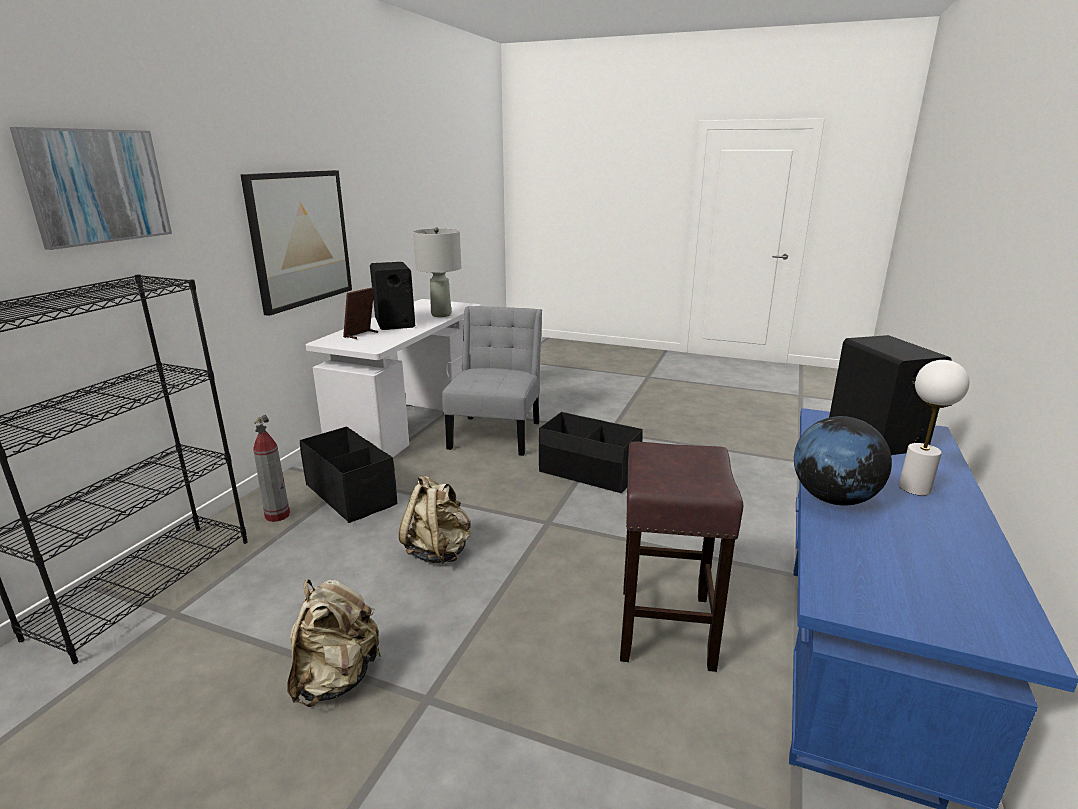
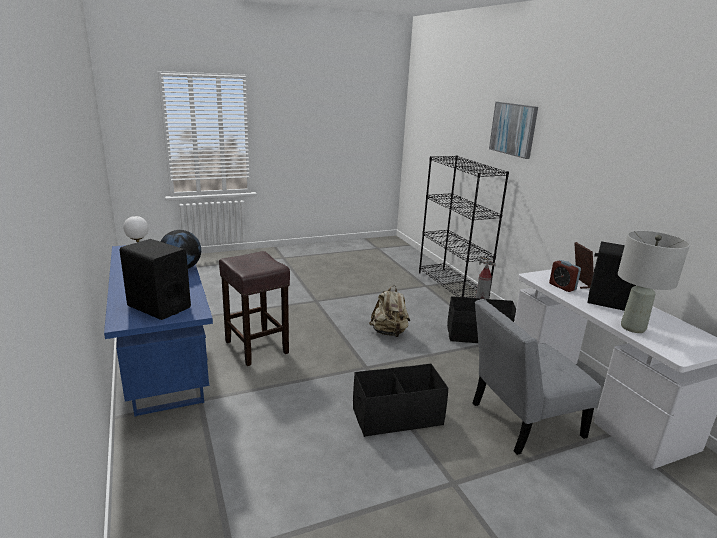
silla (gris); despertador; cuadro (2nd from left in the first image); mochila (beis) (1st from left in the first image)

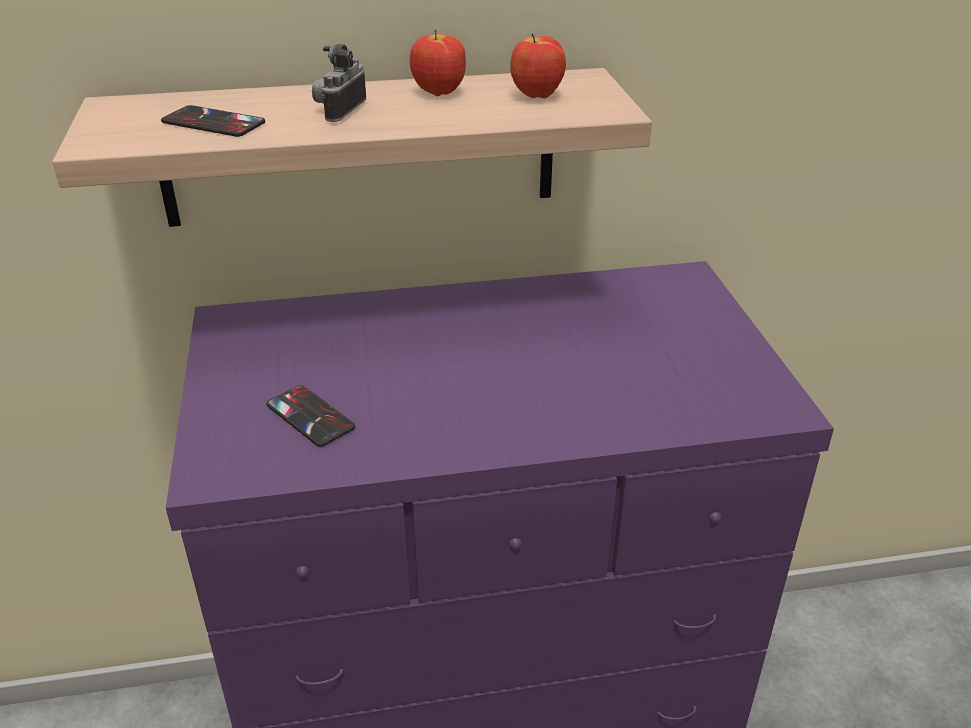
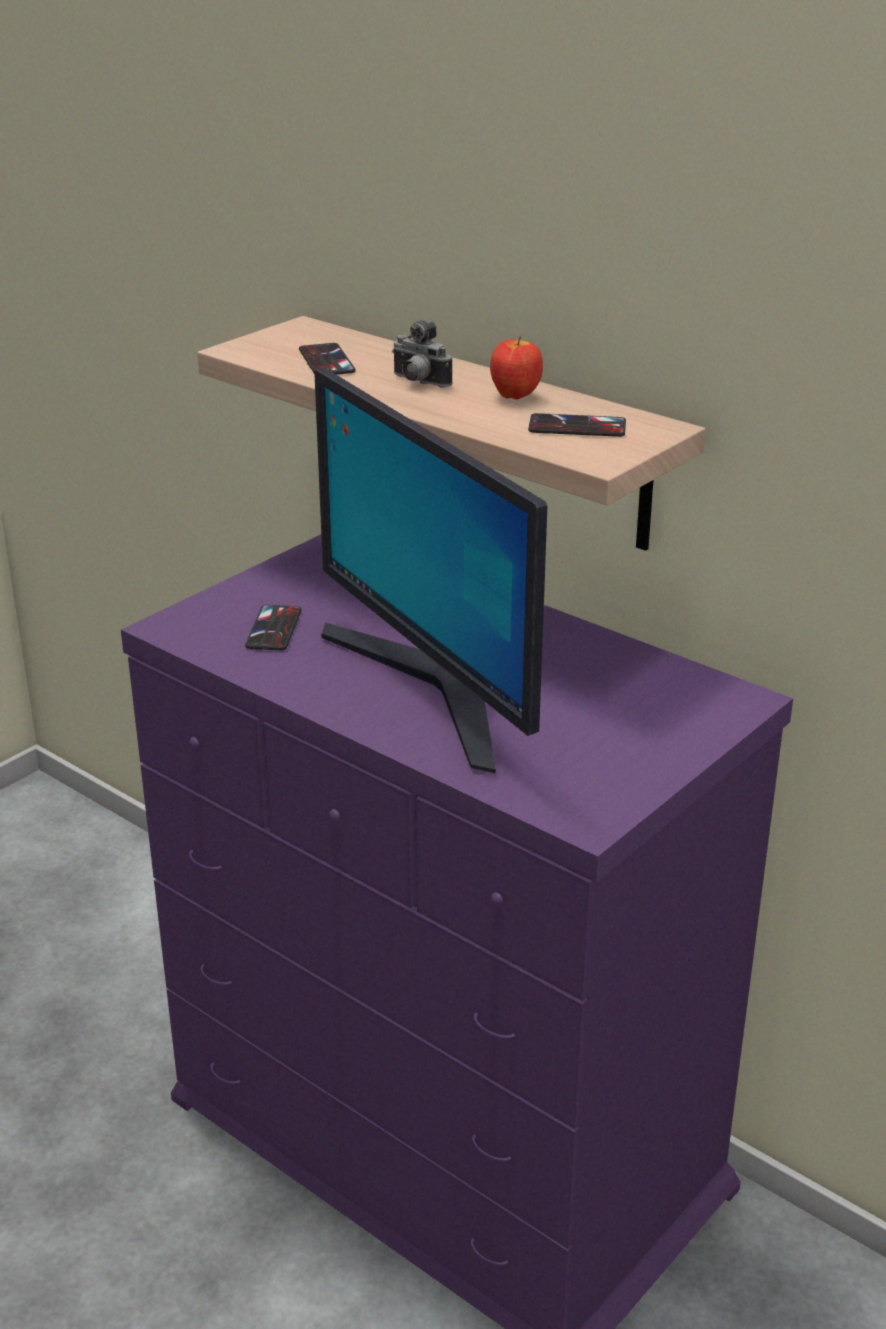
monitor; cámara; móvil (3rd from left)

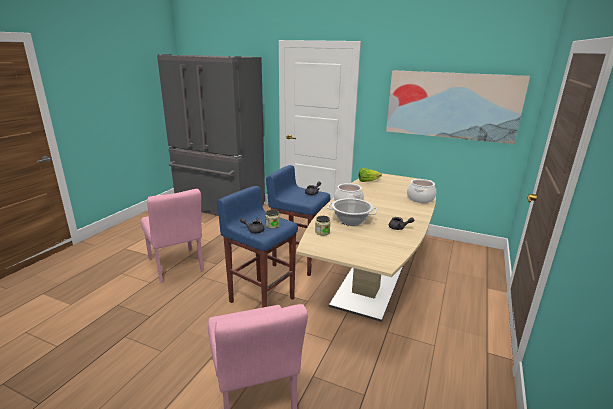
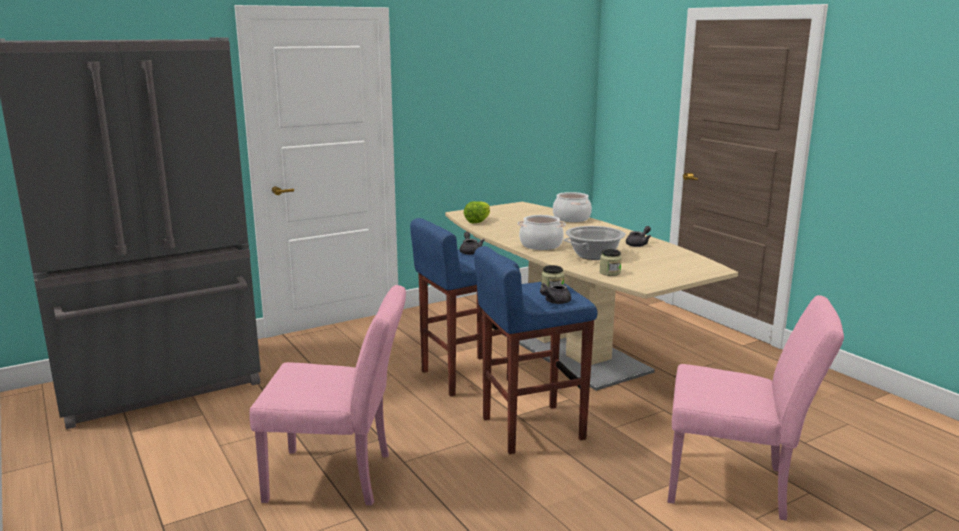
cuadro

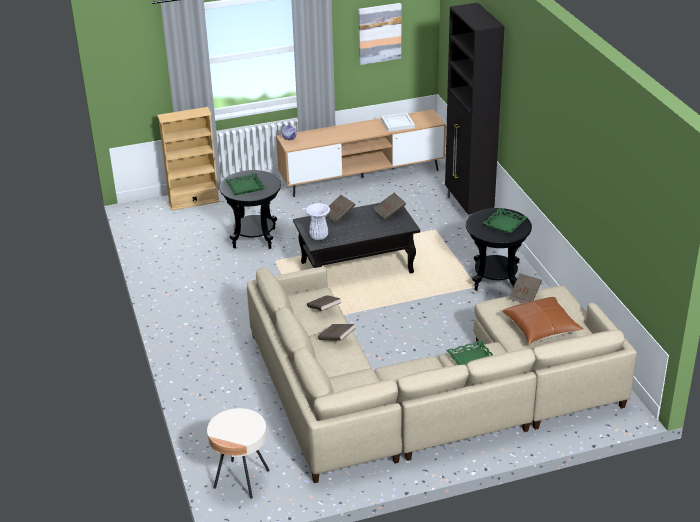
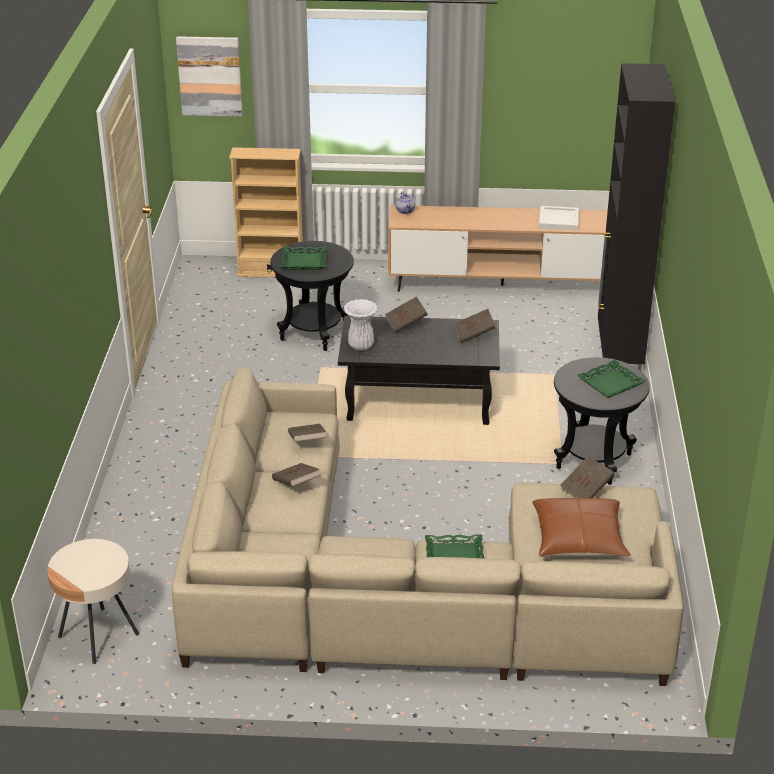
cuadro

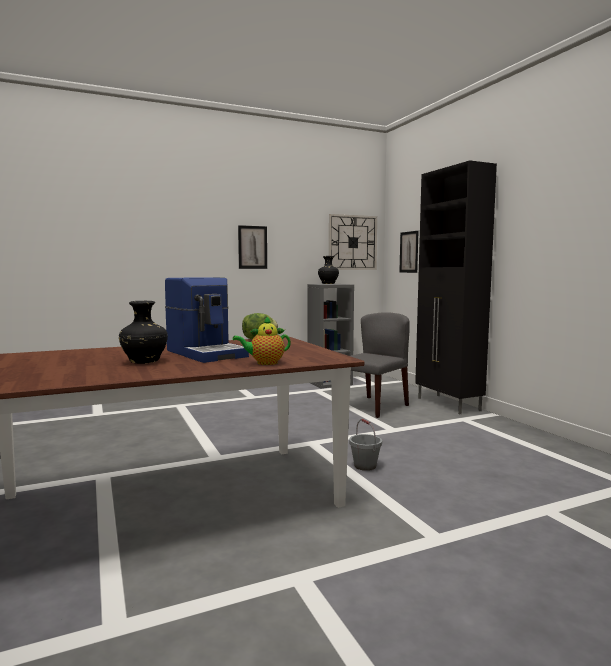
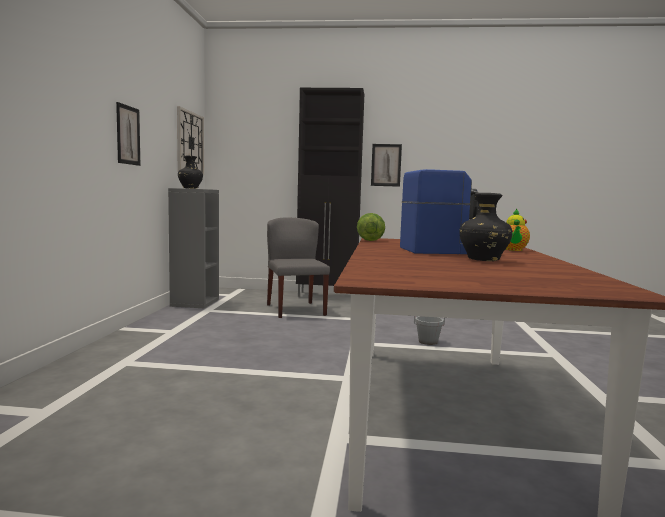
cuadro (2nd from left)

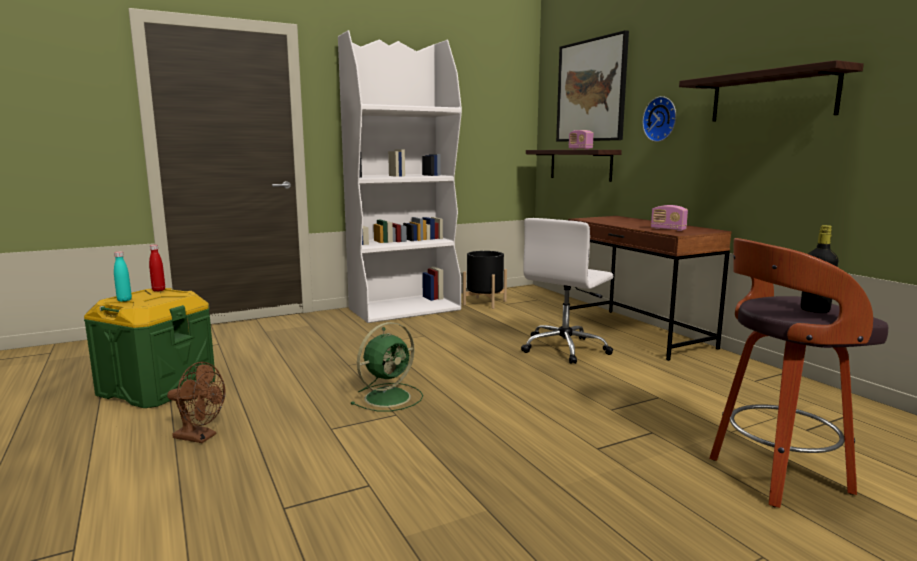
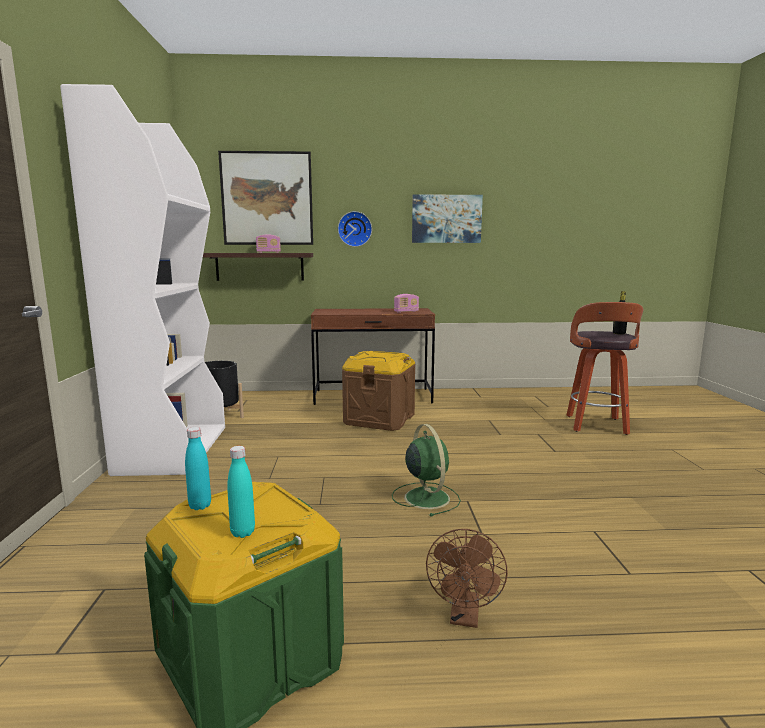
botella (turquesa) (1st from left); caja de almacenaje (marrón); cuadro (2nd from left); ventilador (marrón)

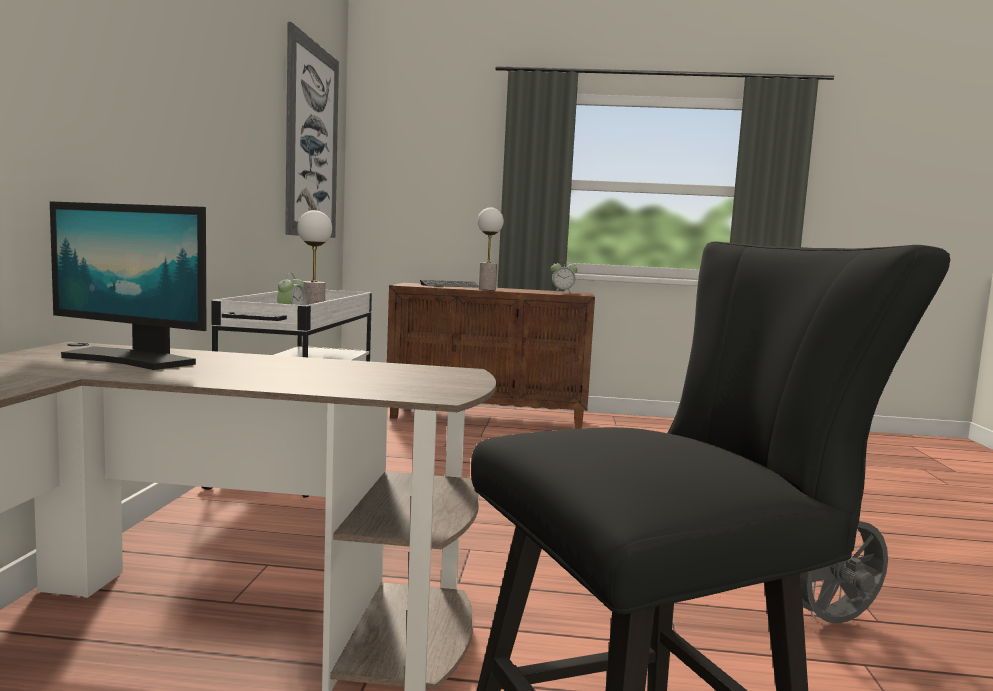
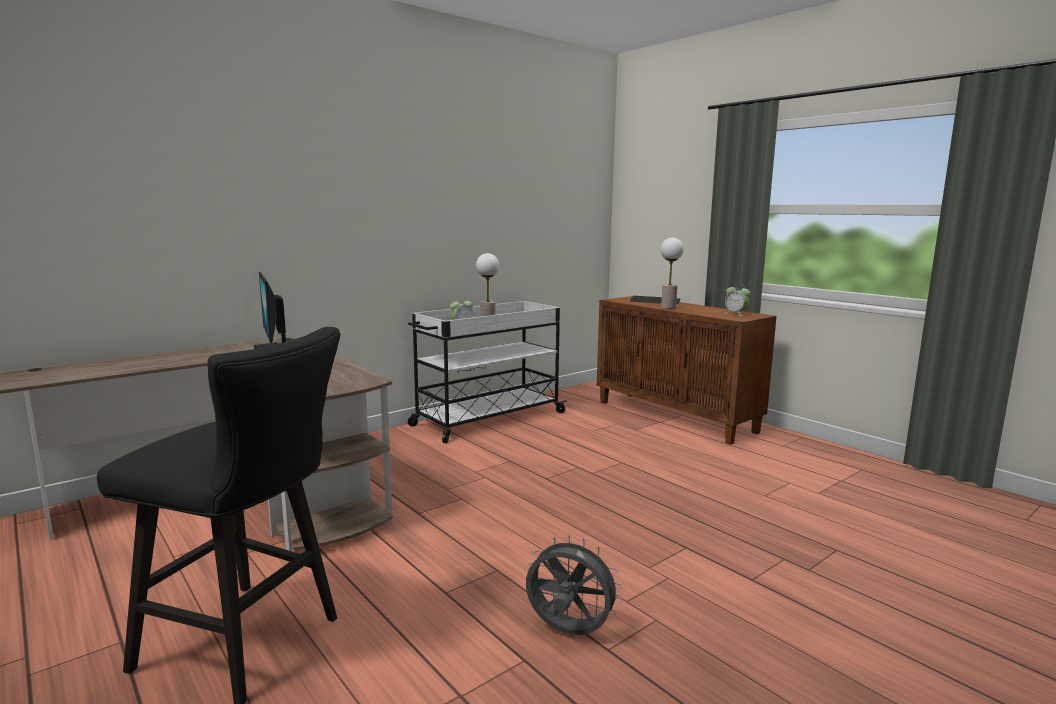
cuadro

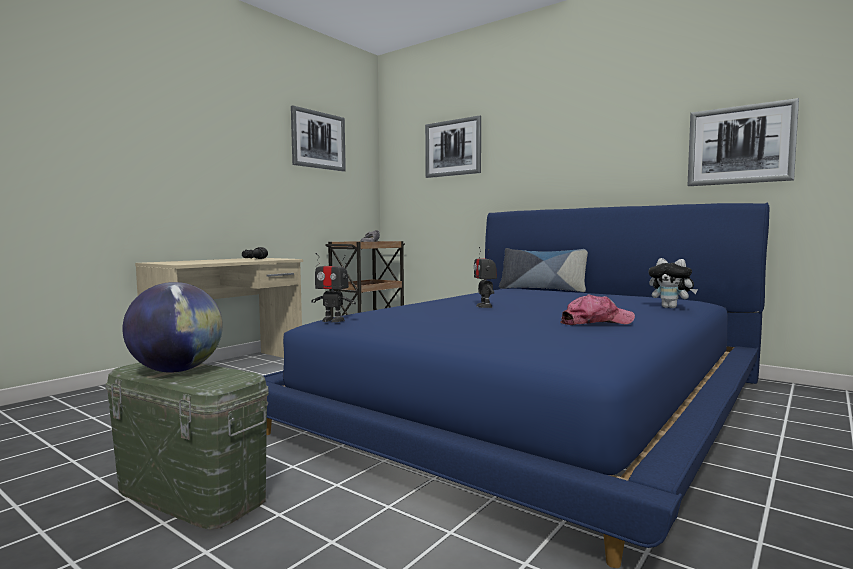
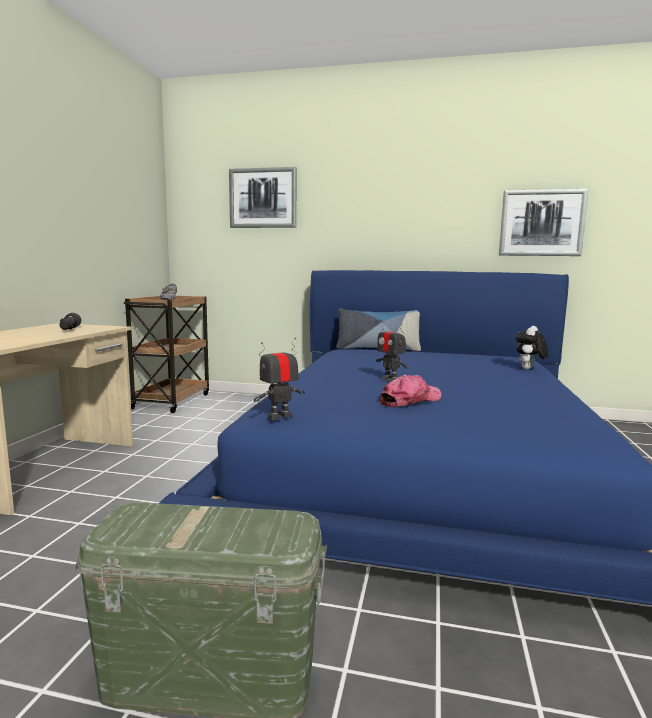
robot de juguete (1st from left); gorra; peluche; globo terráqueo; cuadro (1st from left in the first image)

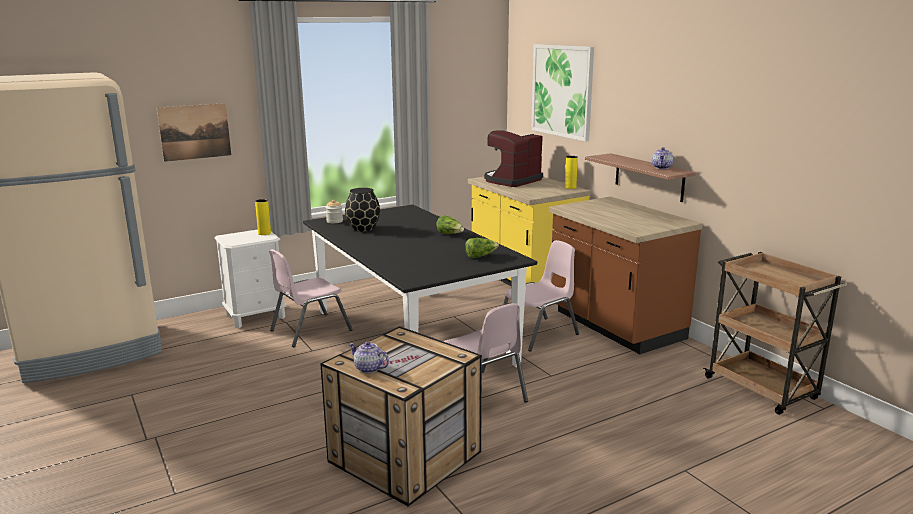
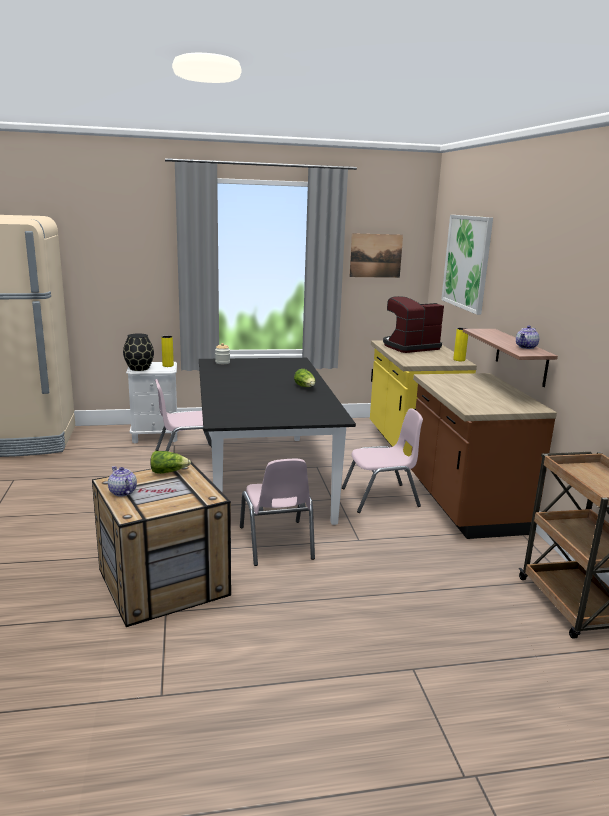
florero (negro); lechuga (1st from left); cuadro (1st from left)

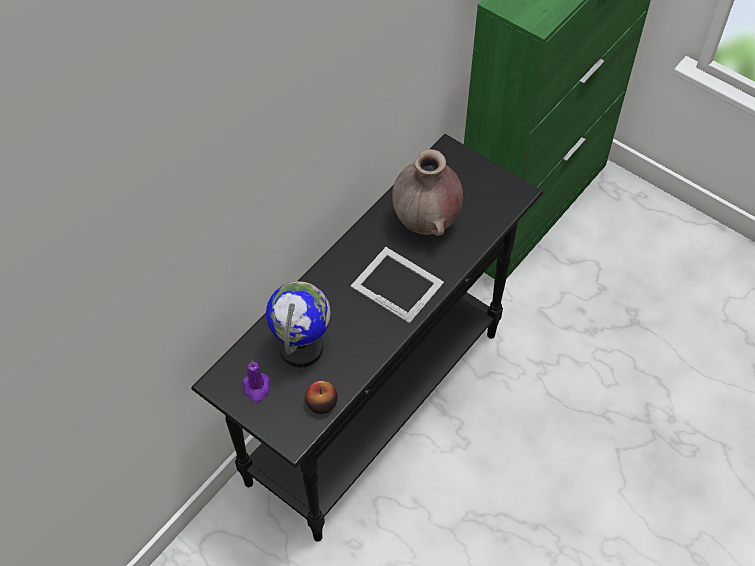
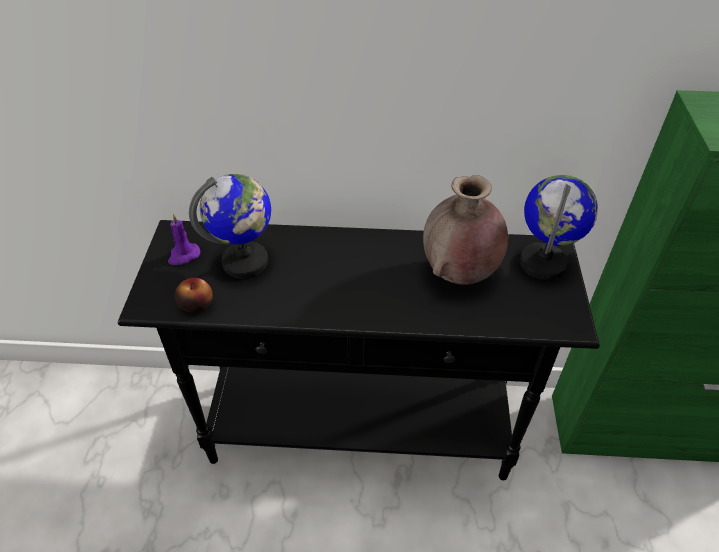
globo terráqueo (2nd from left); portarretratos

